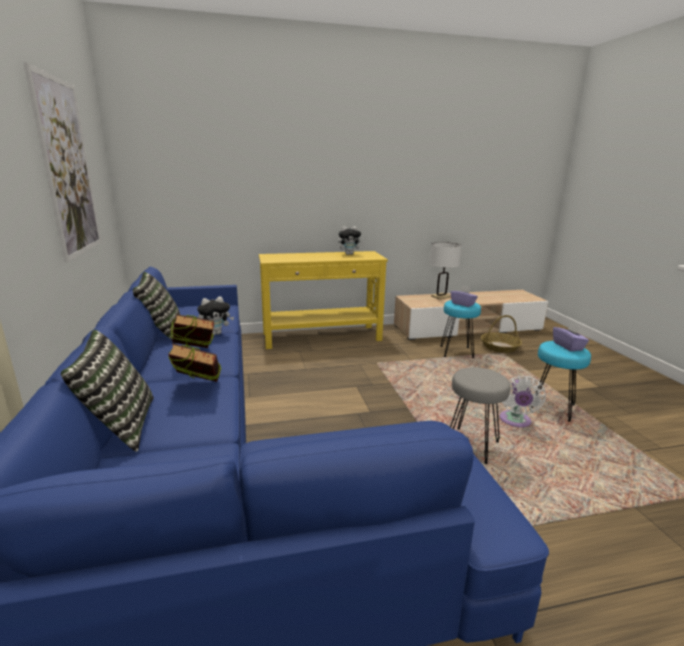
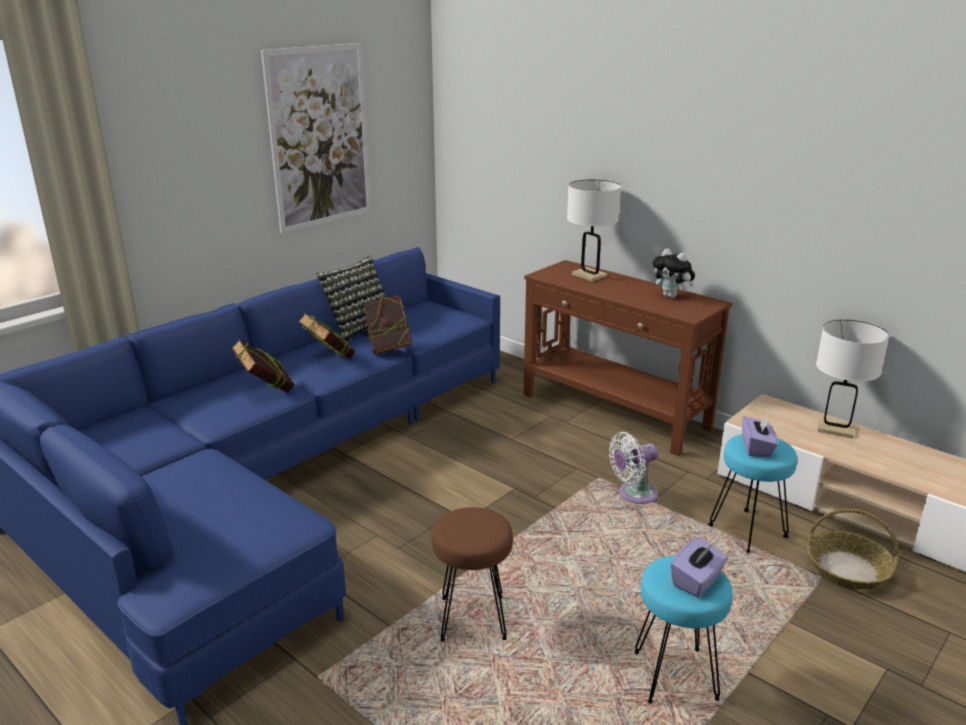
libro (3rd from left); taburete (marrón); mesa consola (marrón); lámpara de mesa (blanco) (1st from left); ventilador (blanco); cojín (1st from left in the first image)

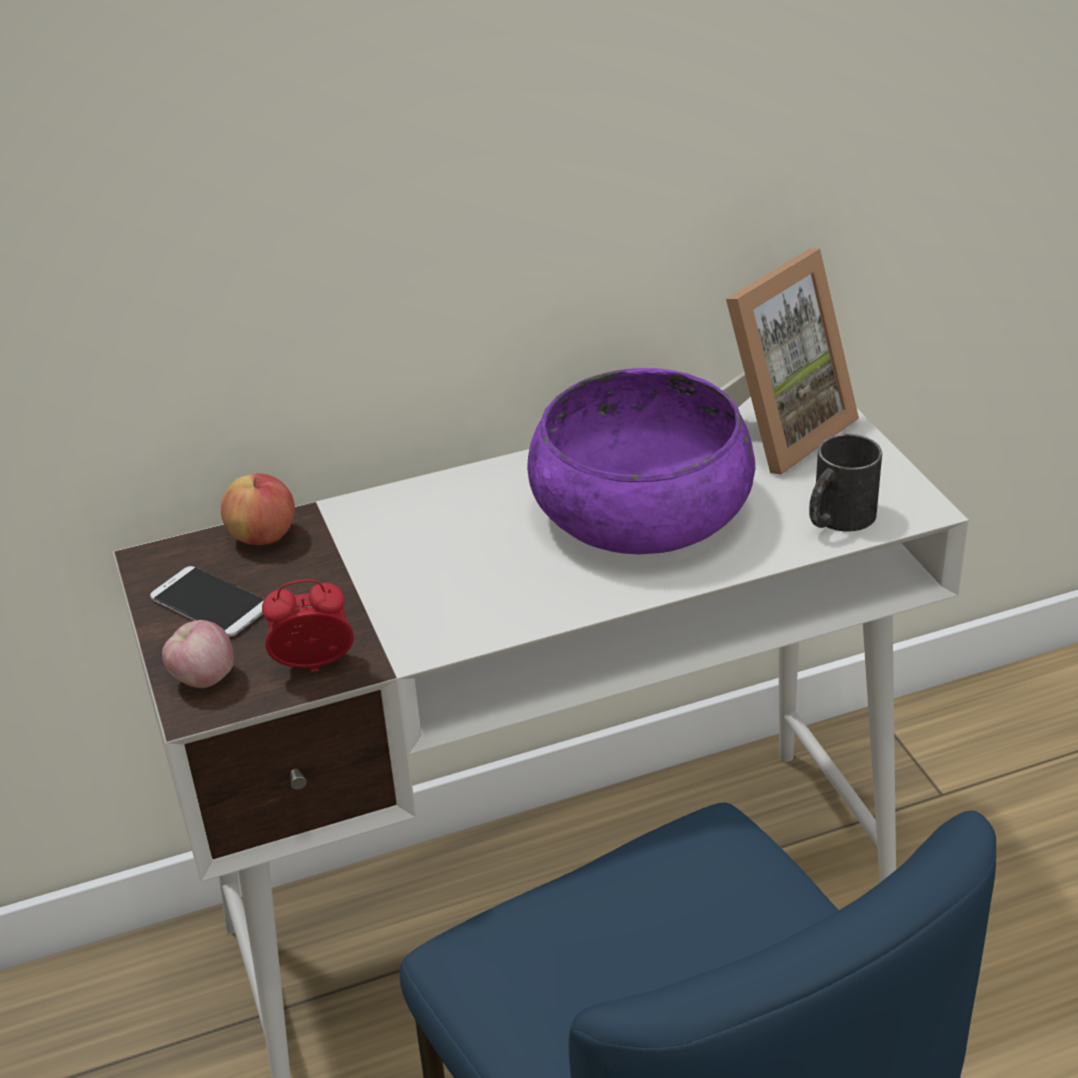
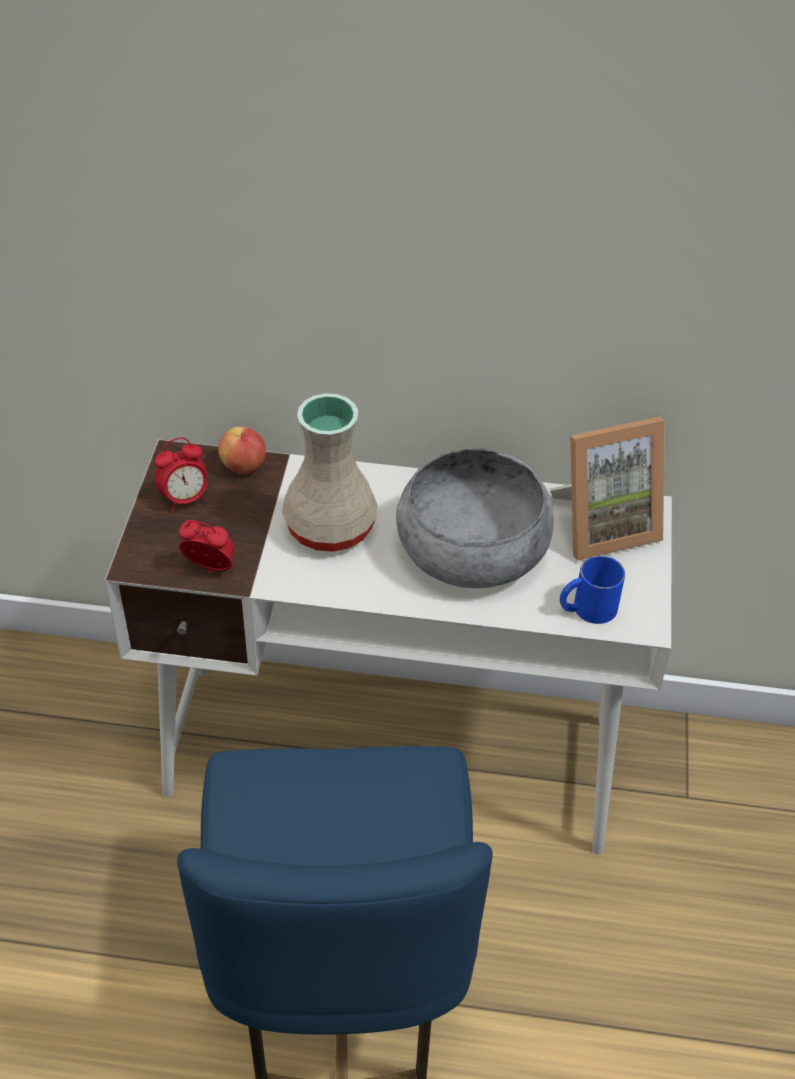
despertador (1st from left); florero (beis); cuenco (gris); taza grande (azul); manzana (1st from left in the first image)

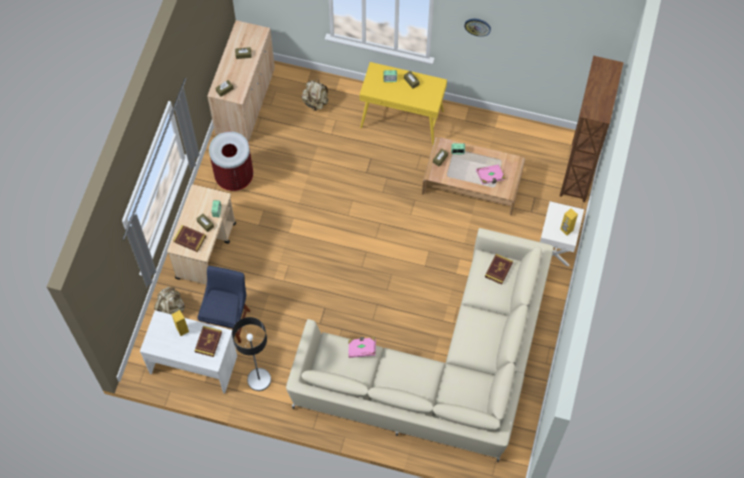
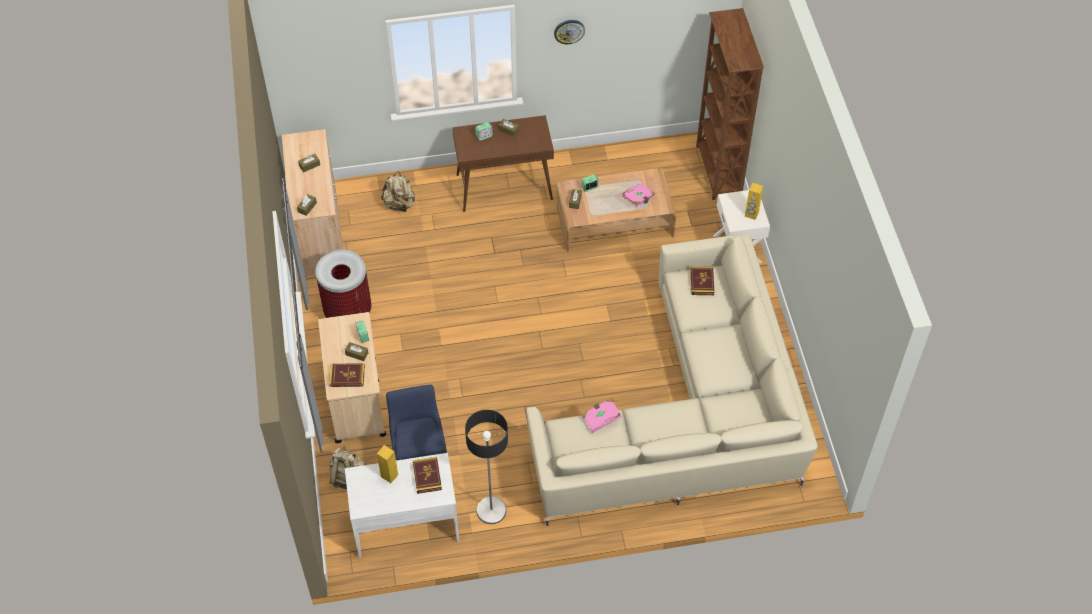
mesa consola (marrón)

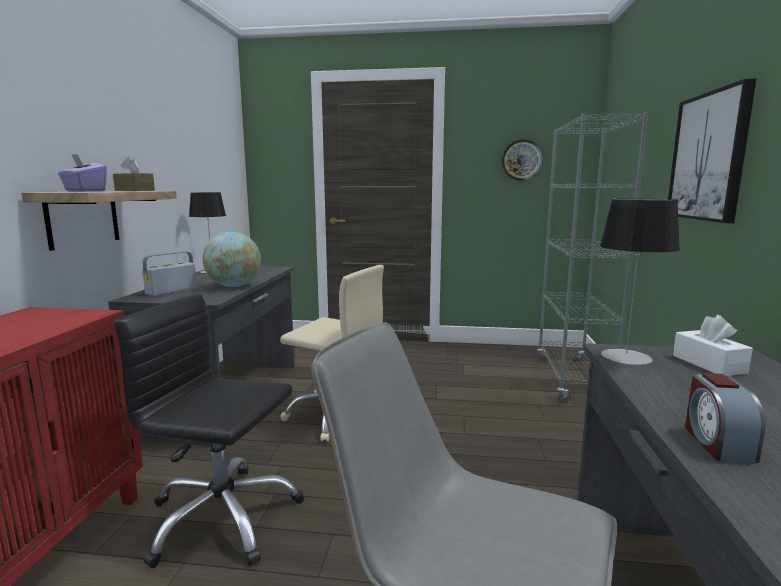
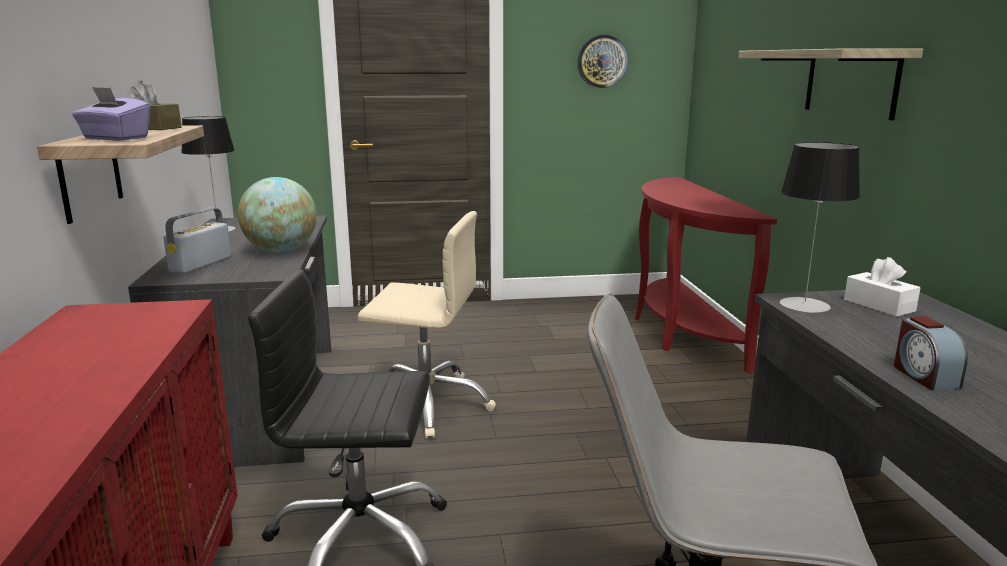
mesa consola (rojo); estante (2nd from left)

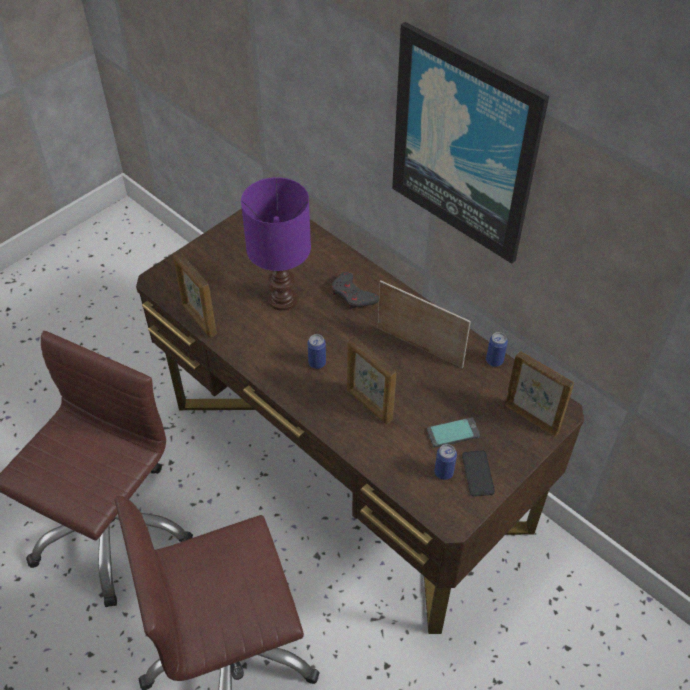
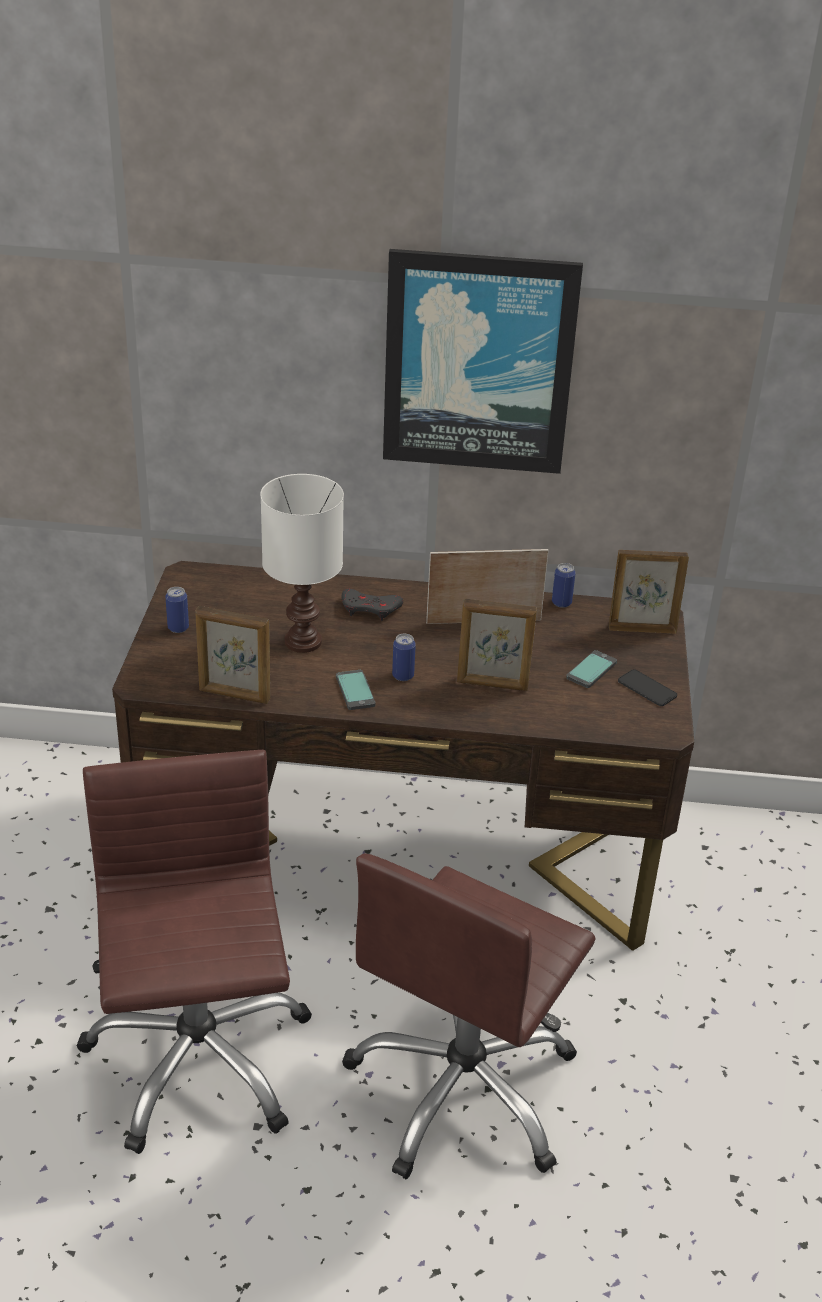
lata (1st from left); lámpara de mesa (blanco); móvil (1st from left)

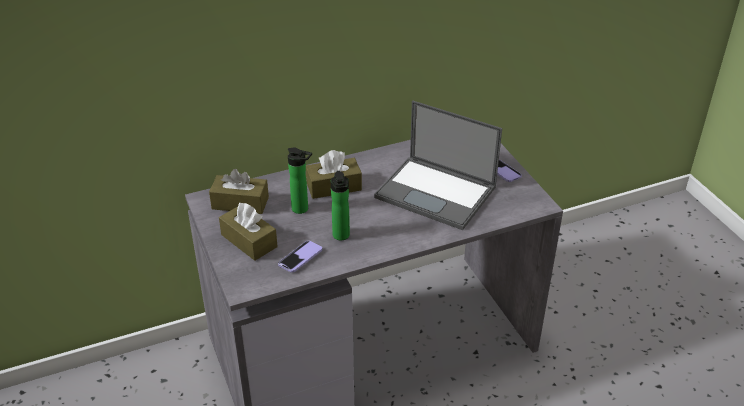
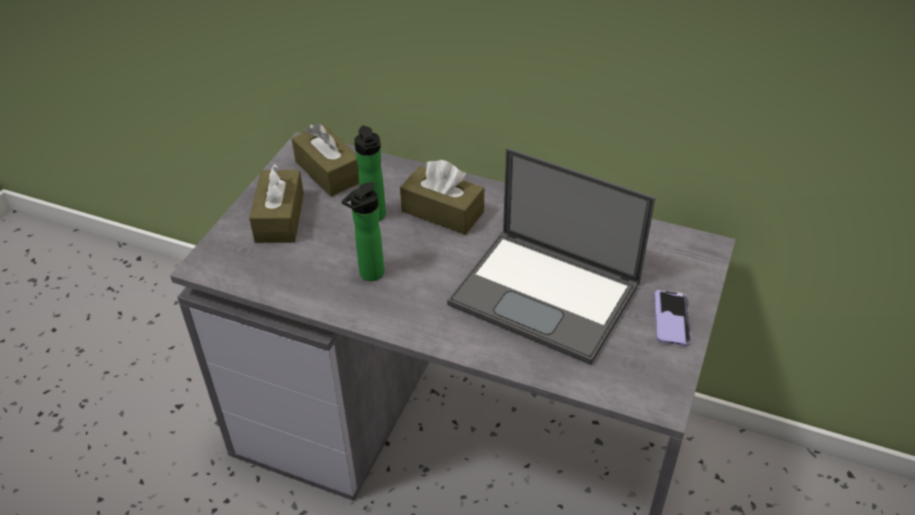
portátil; móvil (1st from left in the first image)

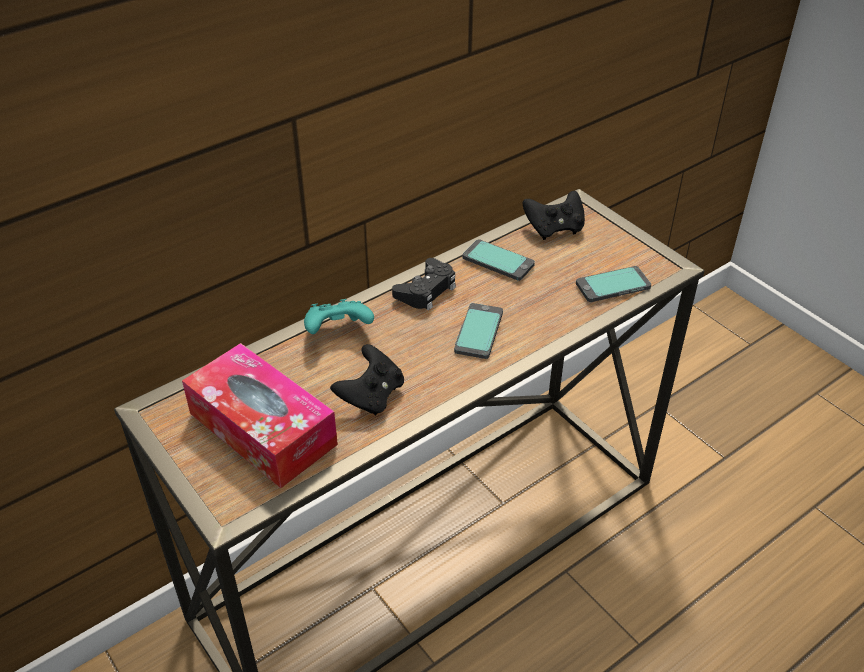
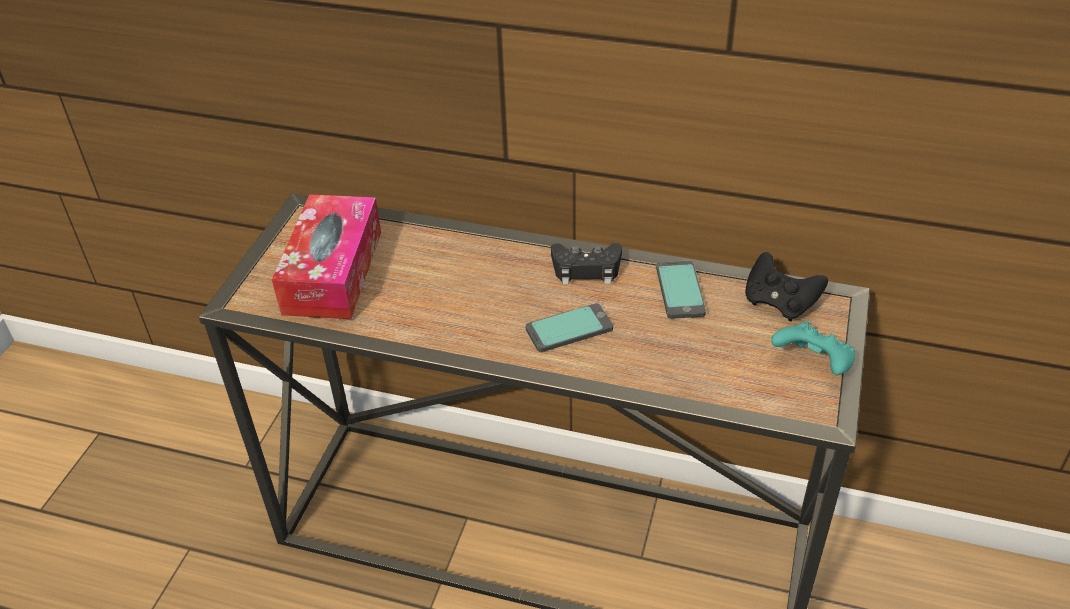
mando de consola (turquesa); mando de consola (negro) (1st from left in the first image); móvil (3rd from left in the first image)

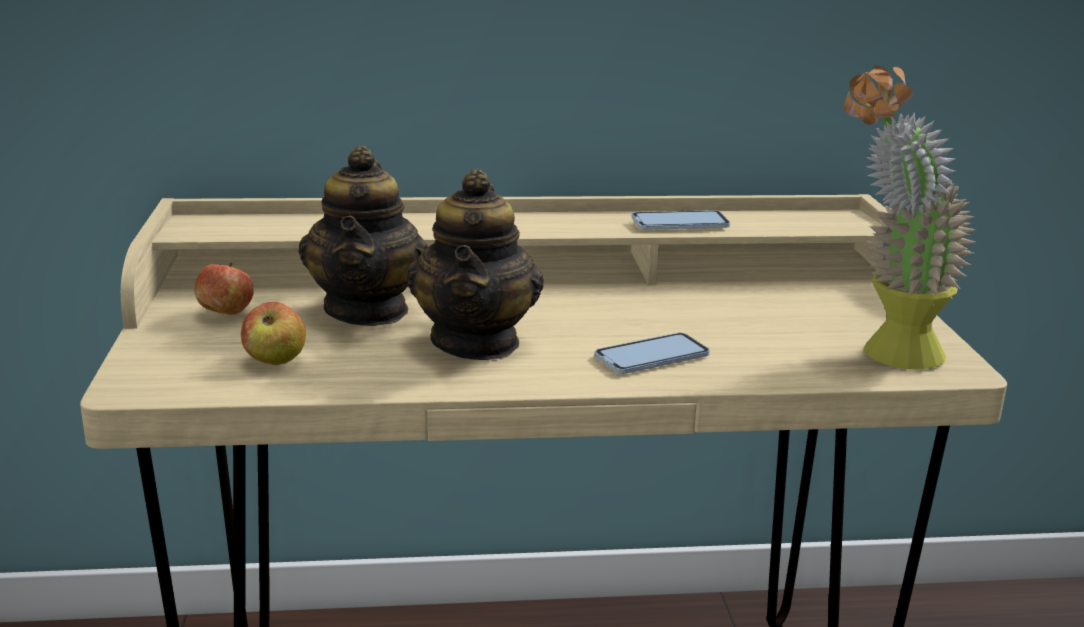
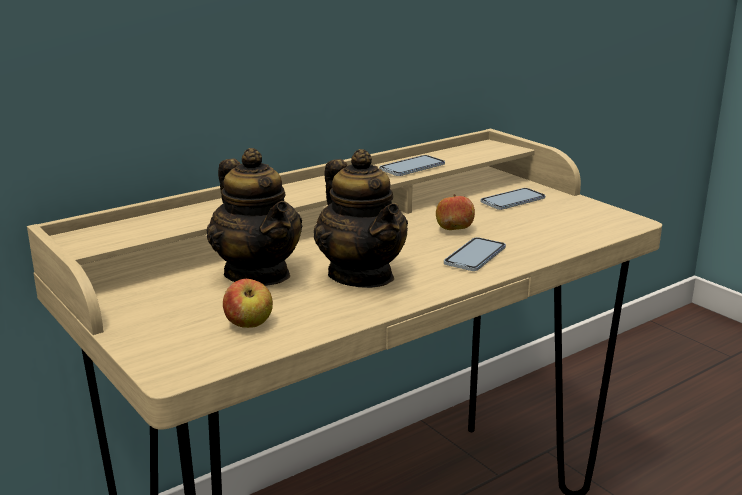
manzana (2nd from left); móvil (3rd from left); planta en maceta

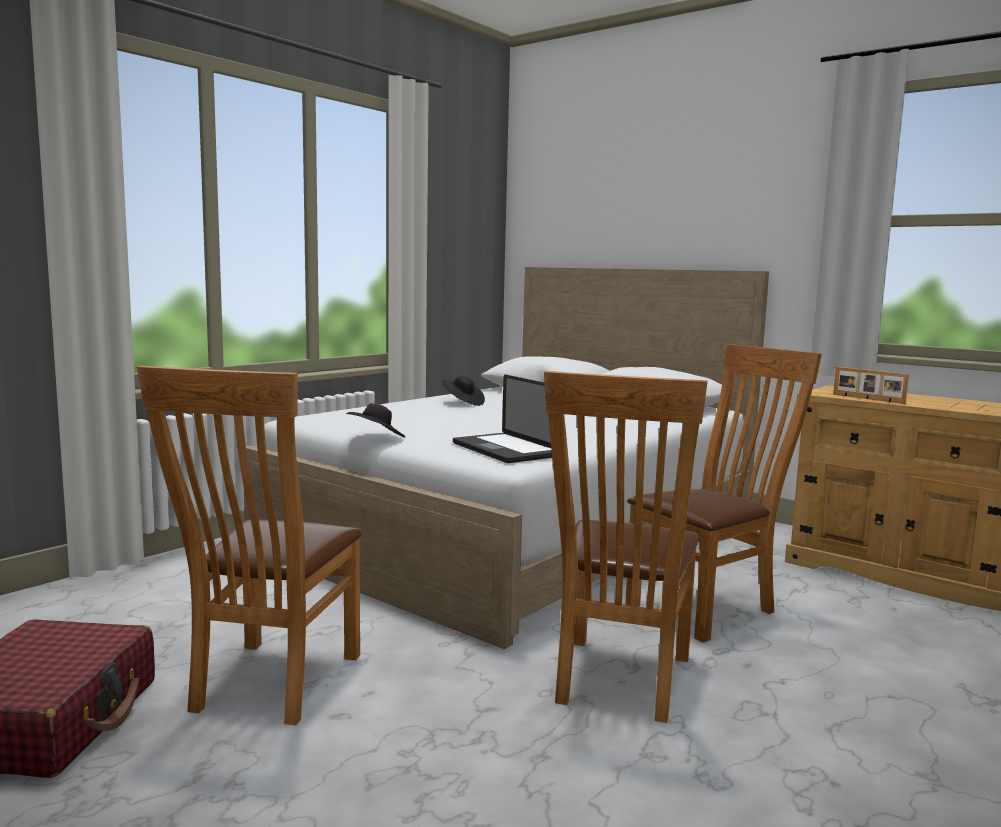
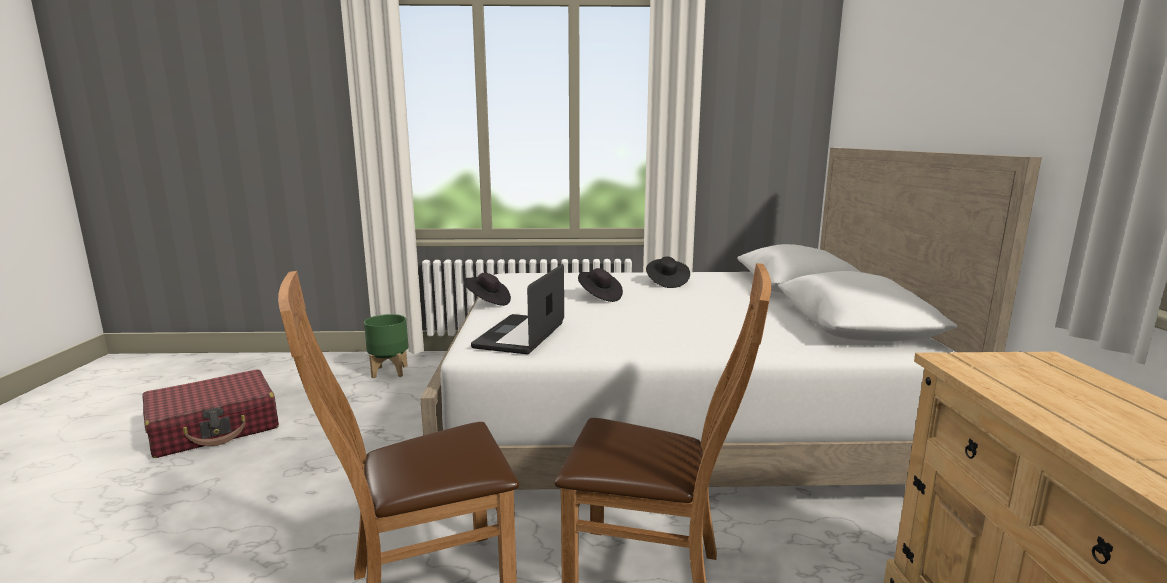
maceta (verde); sombrero (negro) (2nd from left); silla (marrón) (1st from left in the first image); portarretratos

